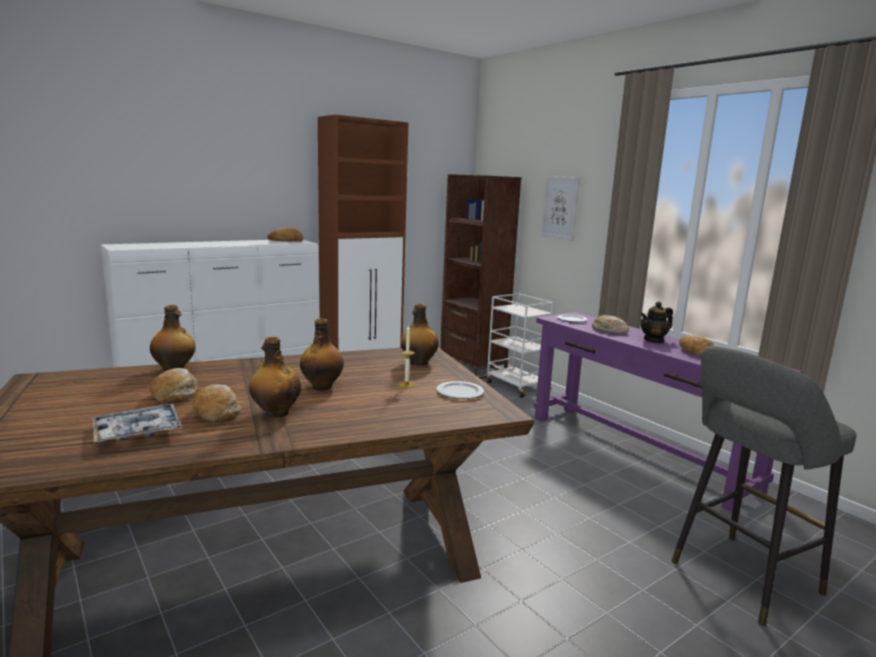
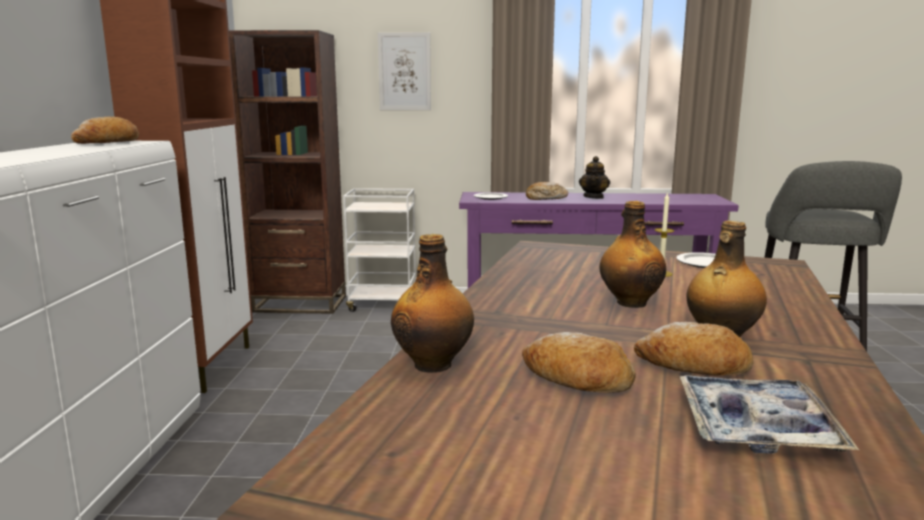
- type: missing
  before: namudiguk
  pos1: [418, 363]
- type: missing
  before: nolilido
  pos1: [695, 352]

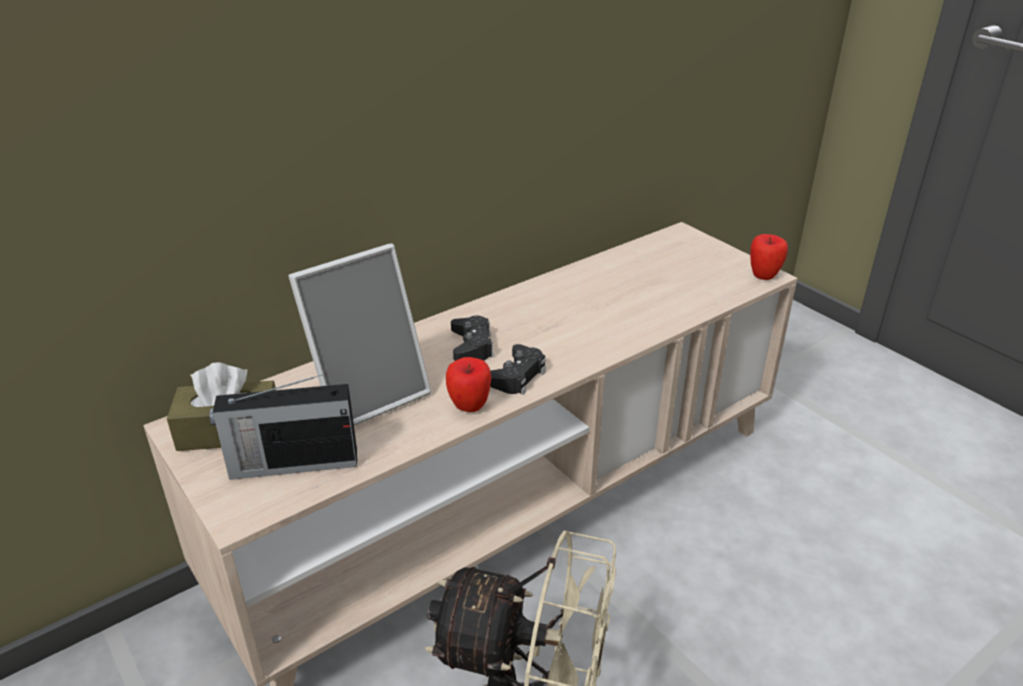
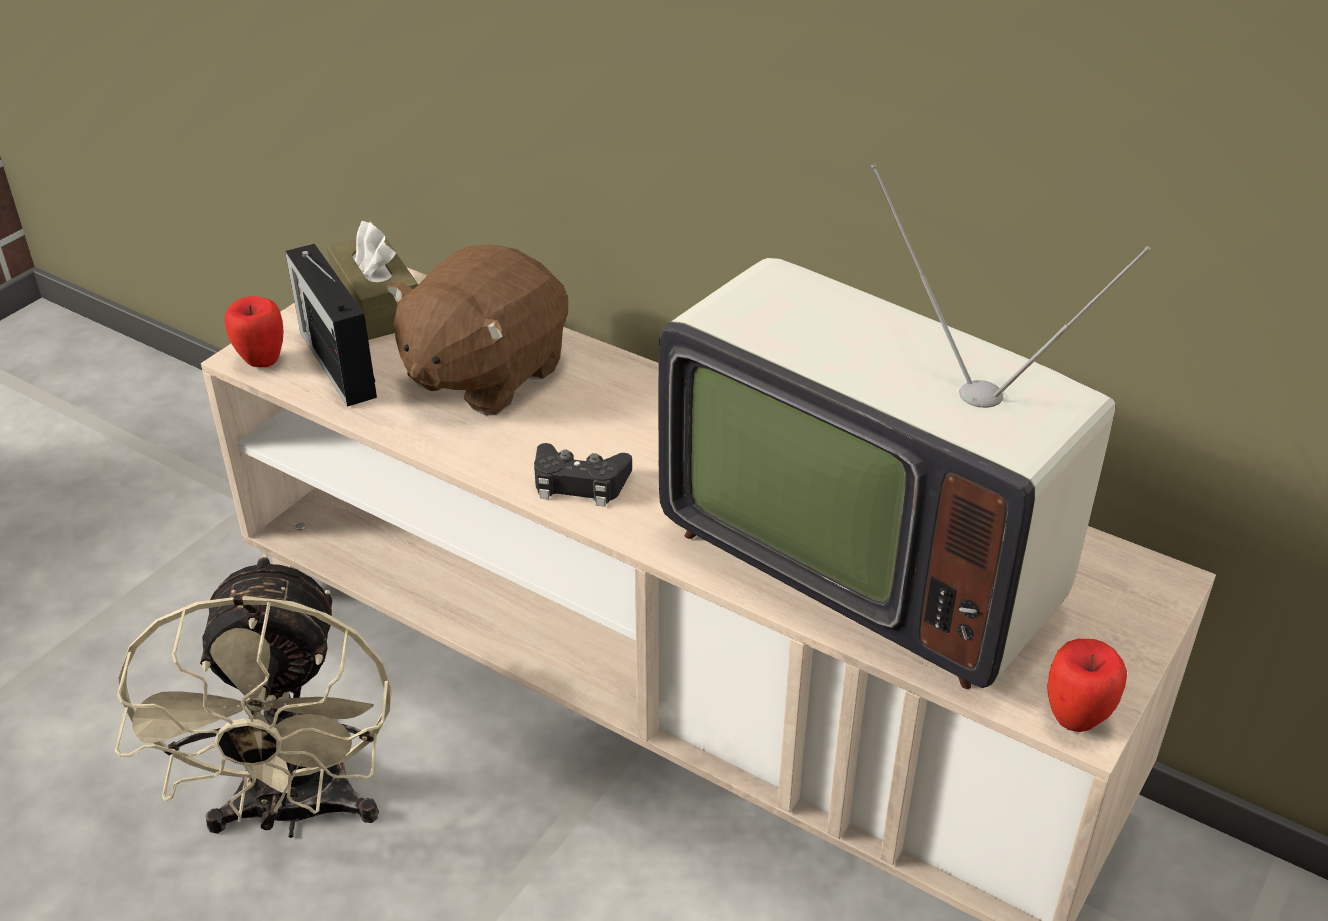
- type: relocated
  before: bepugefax
  pos1: [469, 407]
  pos2: [261, 361]
- type: exchanged
  before: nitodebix
  after: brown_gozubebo
  pos1: [368, 394]
  pos2: [483, 374]
- type: appeared
  after: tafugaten
  pos2: [863, 555]
- type: missing
  before: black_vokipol
  pos1: [472, 346]

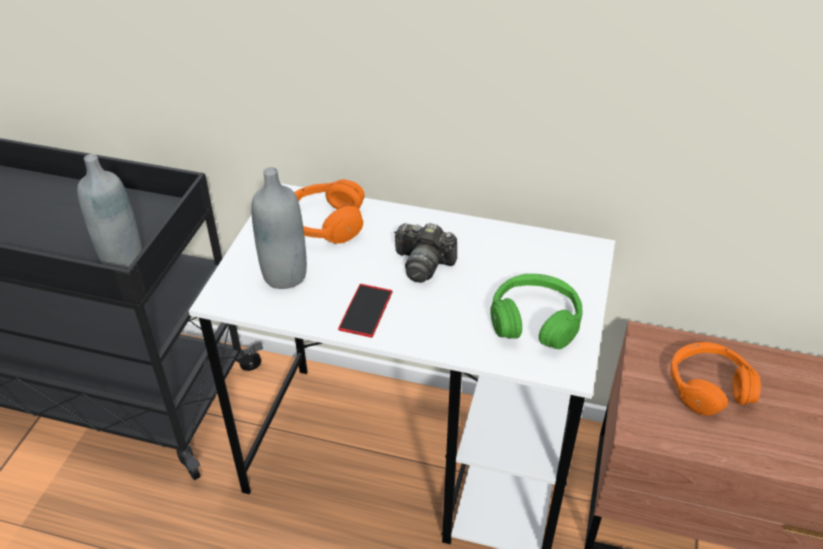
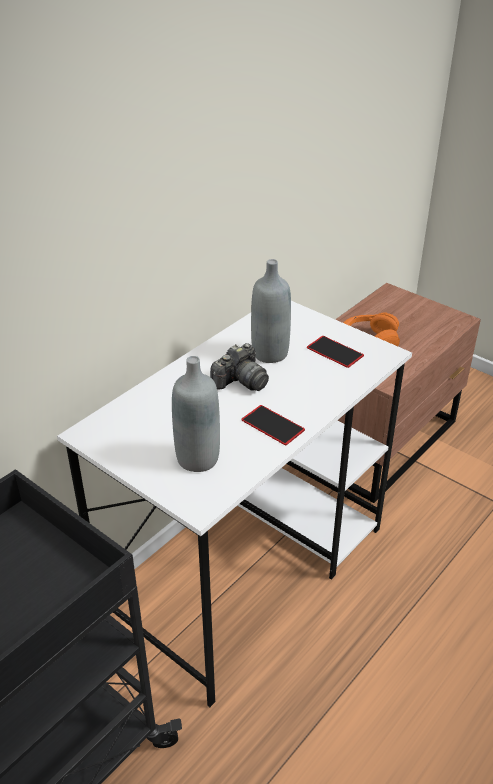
- type: relocated
  before: grey_namudiguk
  pos1: [121, 256]
  pos2: [270, 353]
- type: exchanged
  before: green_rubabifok
  after: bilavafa
  pos1: [535, 321]
  pos2: [335, 352]
- type: missing
  before: orange_rubabifok
  pos1: [324, 223]

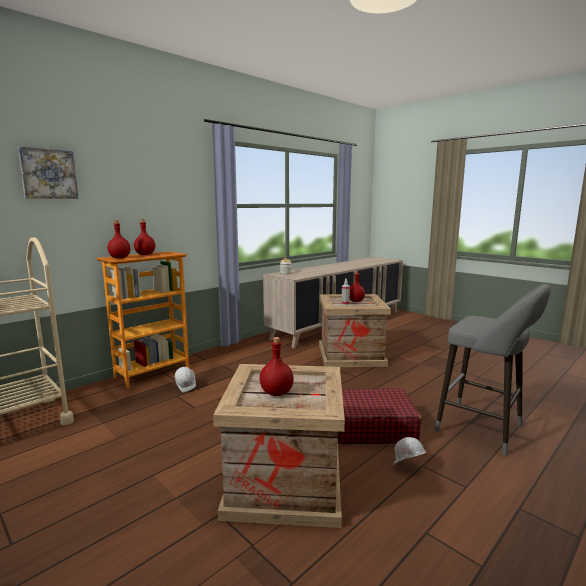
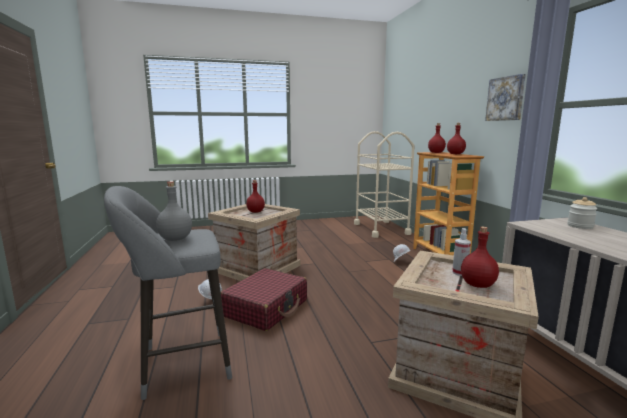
- type: appeared
  after: grey_namudiguk
  pos2: [175, 239]
- type: relocated
  before: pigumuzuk
  pos1: [48, 174]
  pos2: [506, 99]

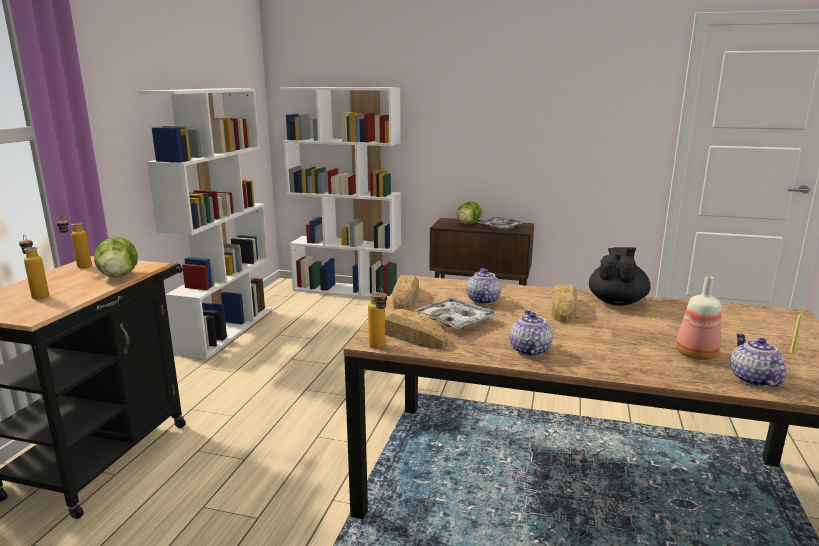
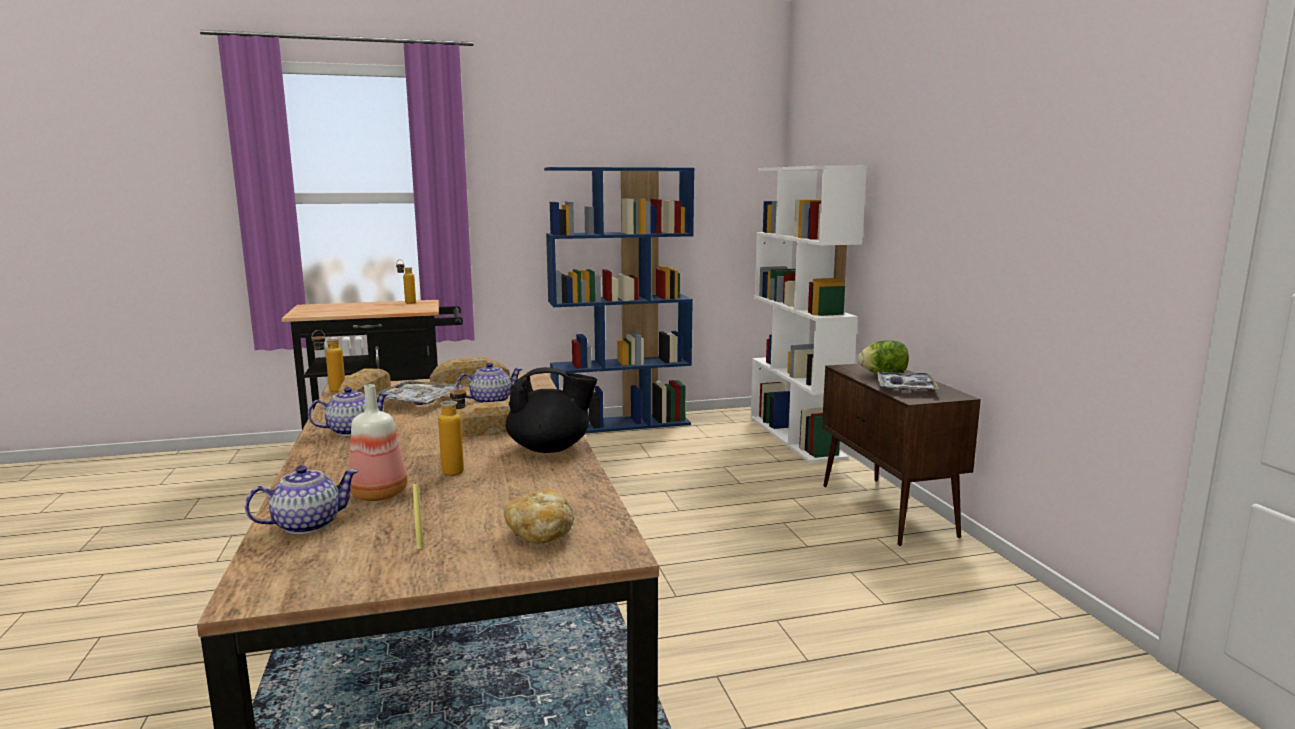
- type: relocated
  before: namudiguk
  pos1: [38, 295]
  pos2: [457, 469]
- type: appeared
  after: nolilido
  pos2: [540, 533]
- type: colour
  before: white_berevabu
  after: blue_berevabu
  pos1: [226, 329]
  pos2: [621, 424]
- type: missing
  before: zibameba
  pos1: [119, 276]

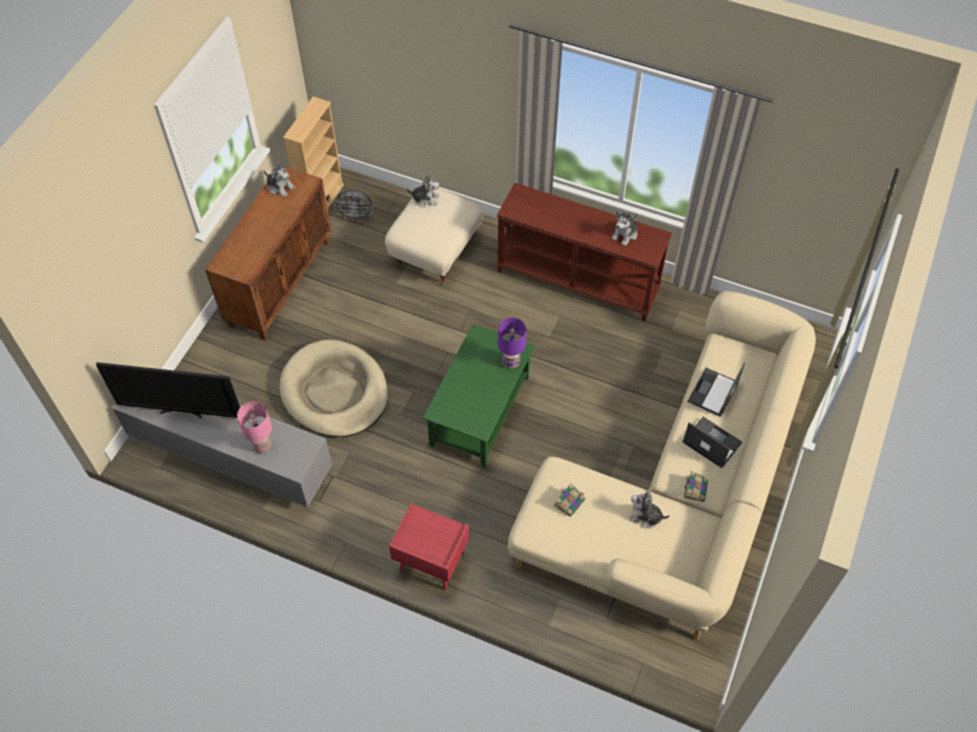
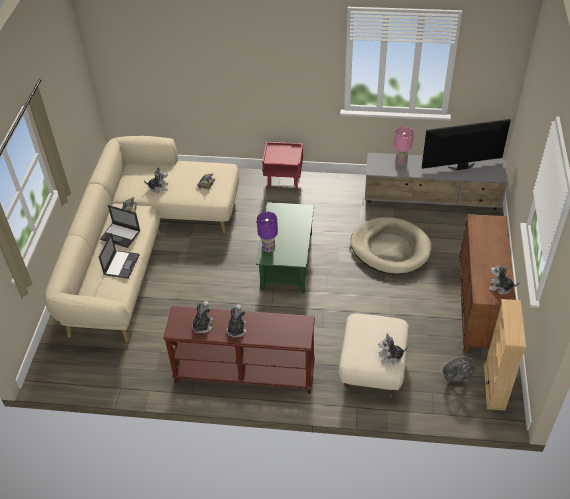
- type: appeared
  after: gozubebo
  pos2: [236, 329]

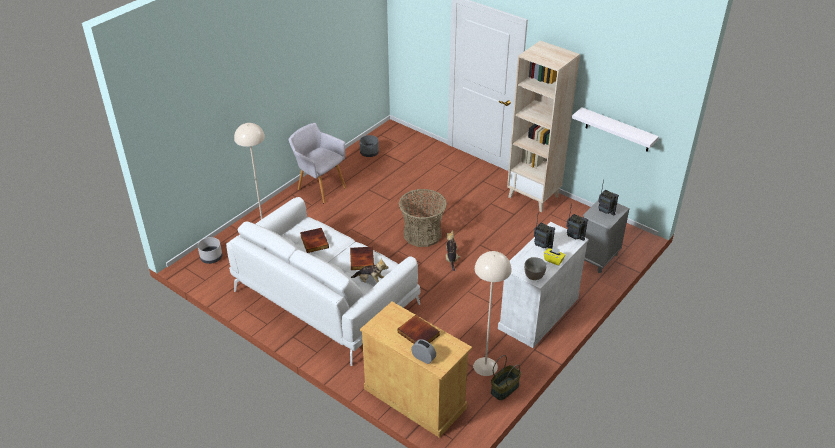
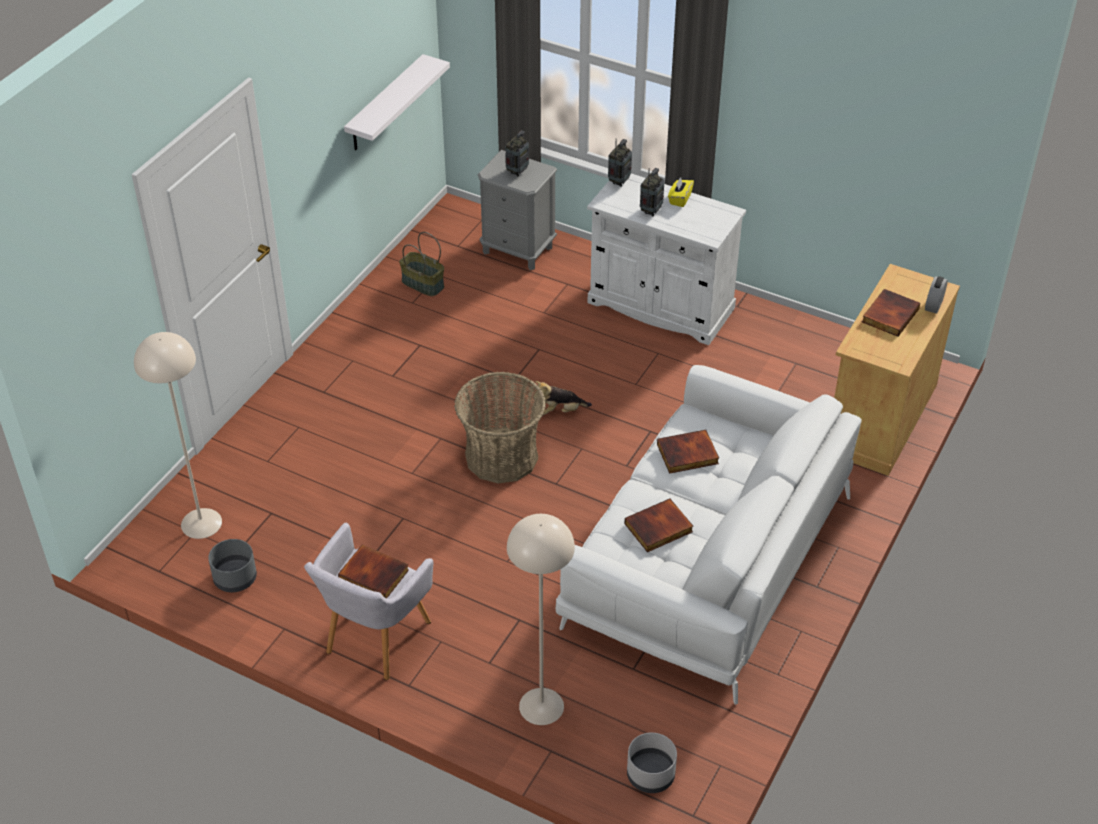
- type: relocated
  before: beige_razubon
  pos1: [485, 366]
  pos2: [201, 523]
- type: appeared
  after: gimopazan
  pos2: [375, 574]
- type: relocated
  before: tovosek
  pos1: [504, 388]
  pos2: [422, 284]
- type: missing
  before: gozubebo
  pos1: [370, 281]
- type: missing
  before: beige_berevabu
  pos1: [534, 196]
- type: missing
  before: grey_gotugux
  pos1: [534, 276]

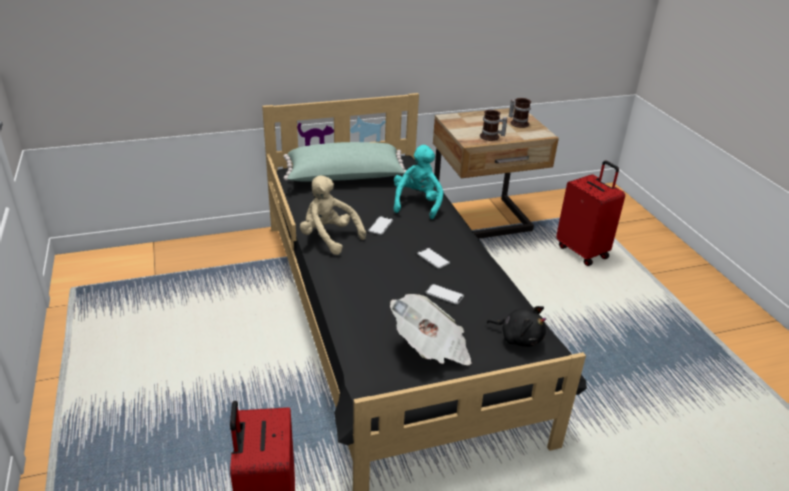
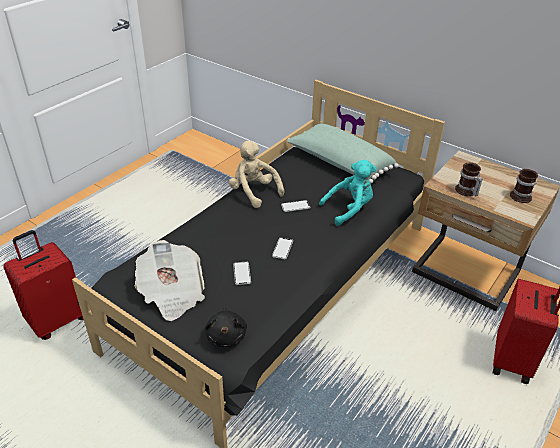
- type: spun
  before: beige_gozubebo
  pos1: [328, 237]
  pos2: [253, 192]
  turn: -45

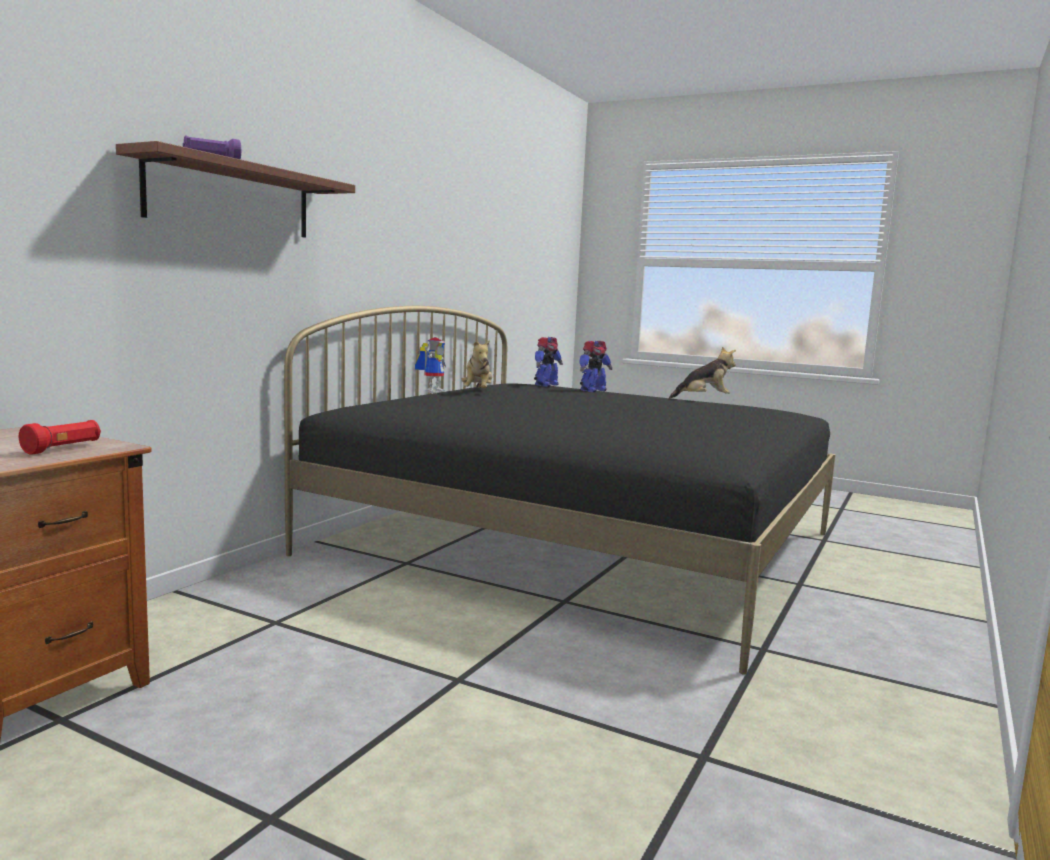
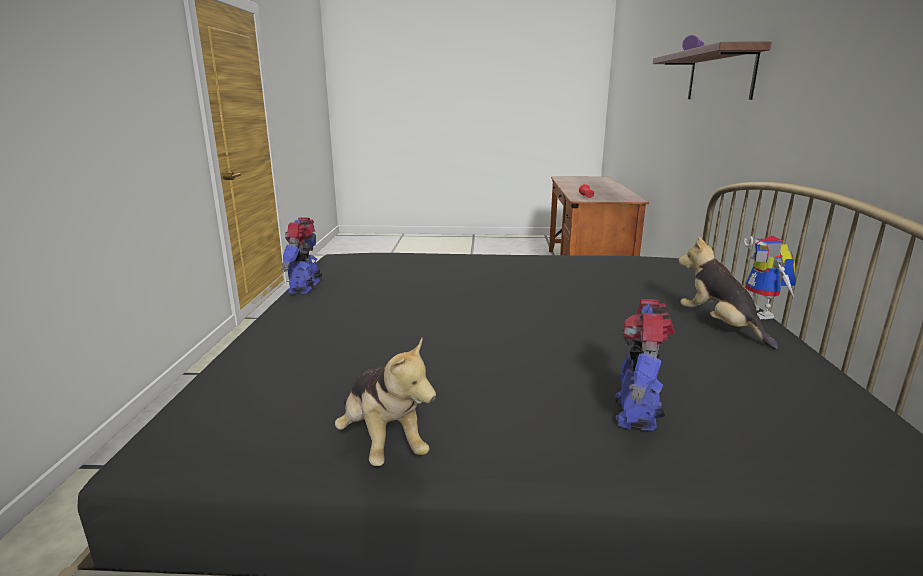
- type: relocated
  before: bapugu
  pos1: [545, 385]
  pos2: [306, 287]
- type: spun
  before: gozubebo
  pos1: [703, 399]
  pos2: [382, 443]
  turn: -90

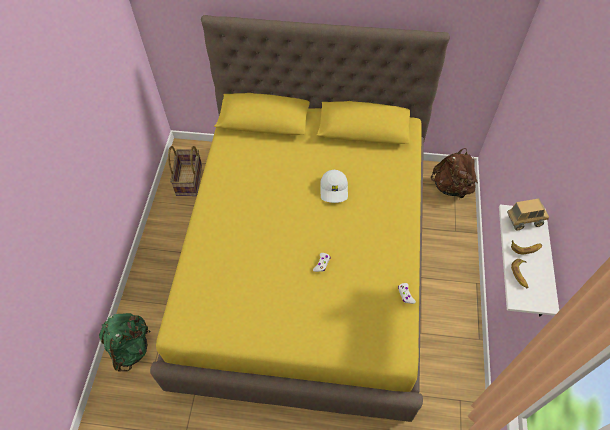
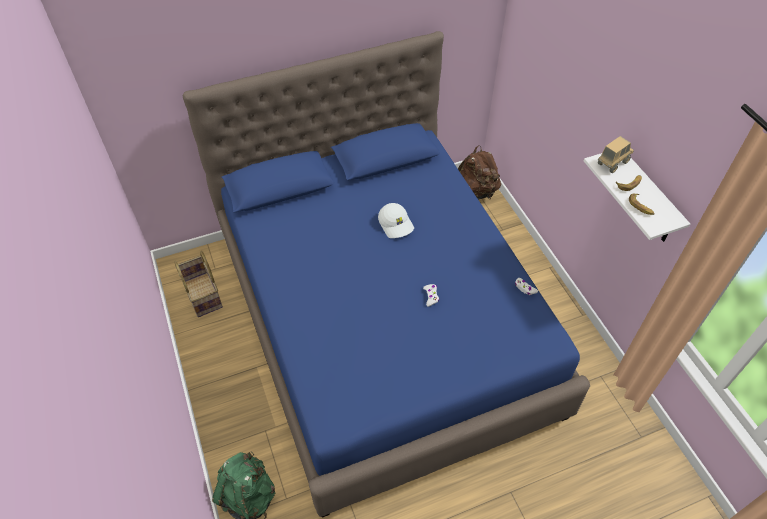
- type: colour
  before: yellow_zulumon
  after: blue_zulumon
  pos1: [306, 264]
  pos2: [383, 322]

